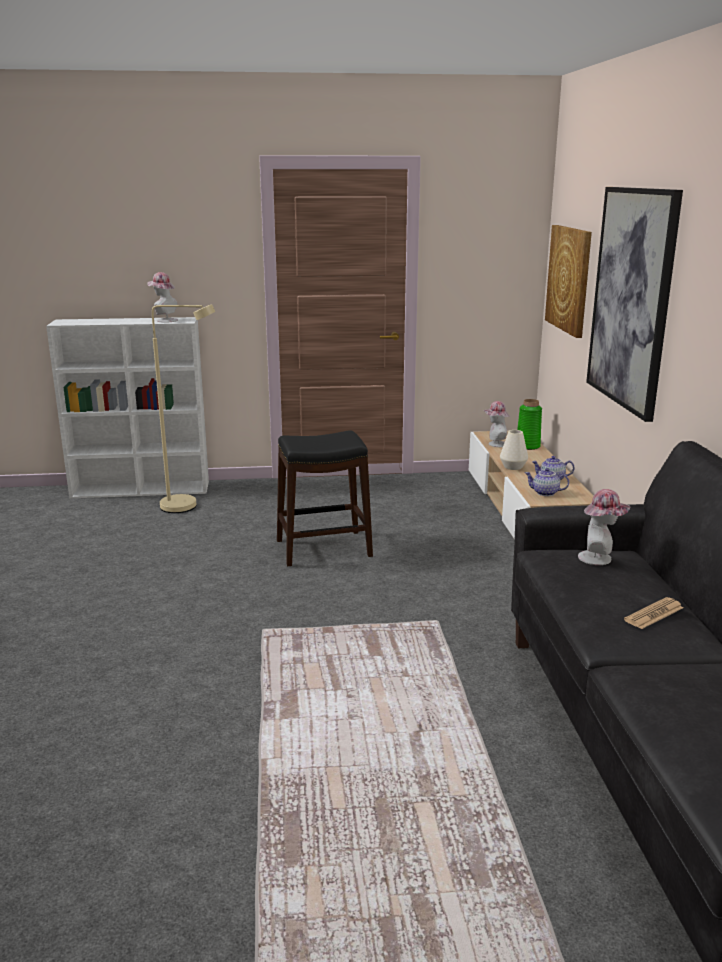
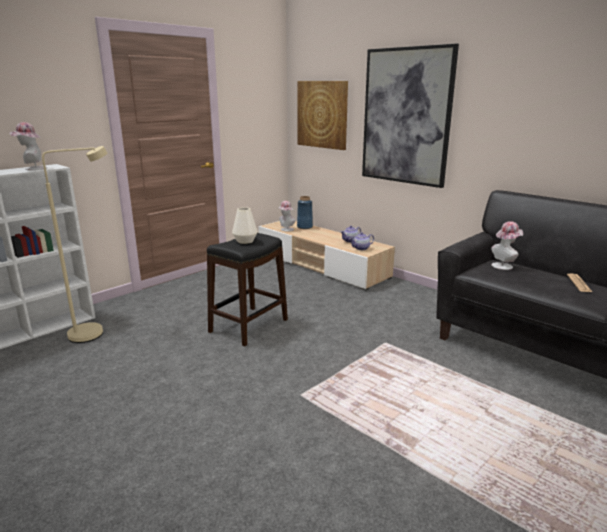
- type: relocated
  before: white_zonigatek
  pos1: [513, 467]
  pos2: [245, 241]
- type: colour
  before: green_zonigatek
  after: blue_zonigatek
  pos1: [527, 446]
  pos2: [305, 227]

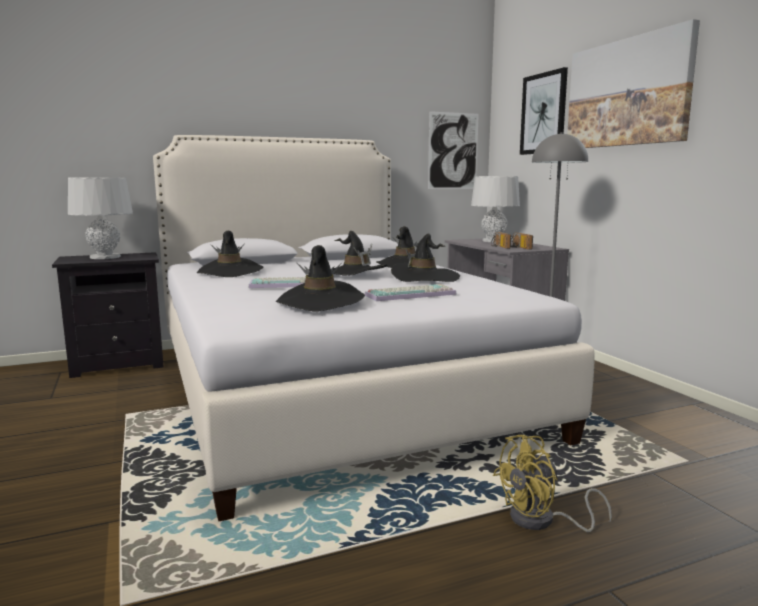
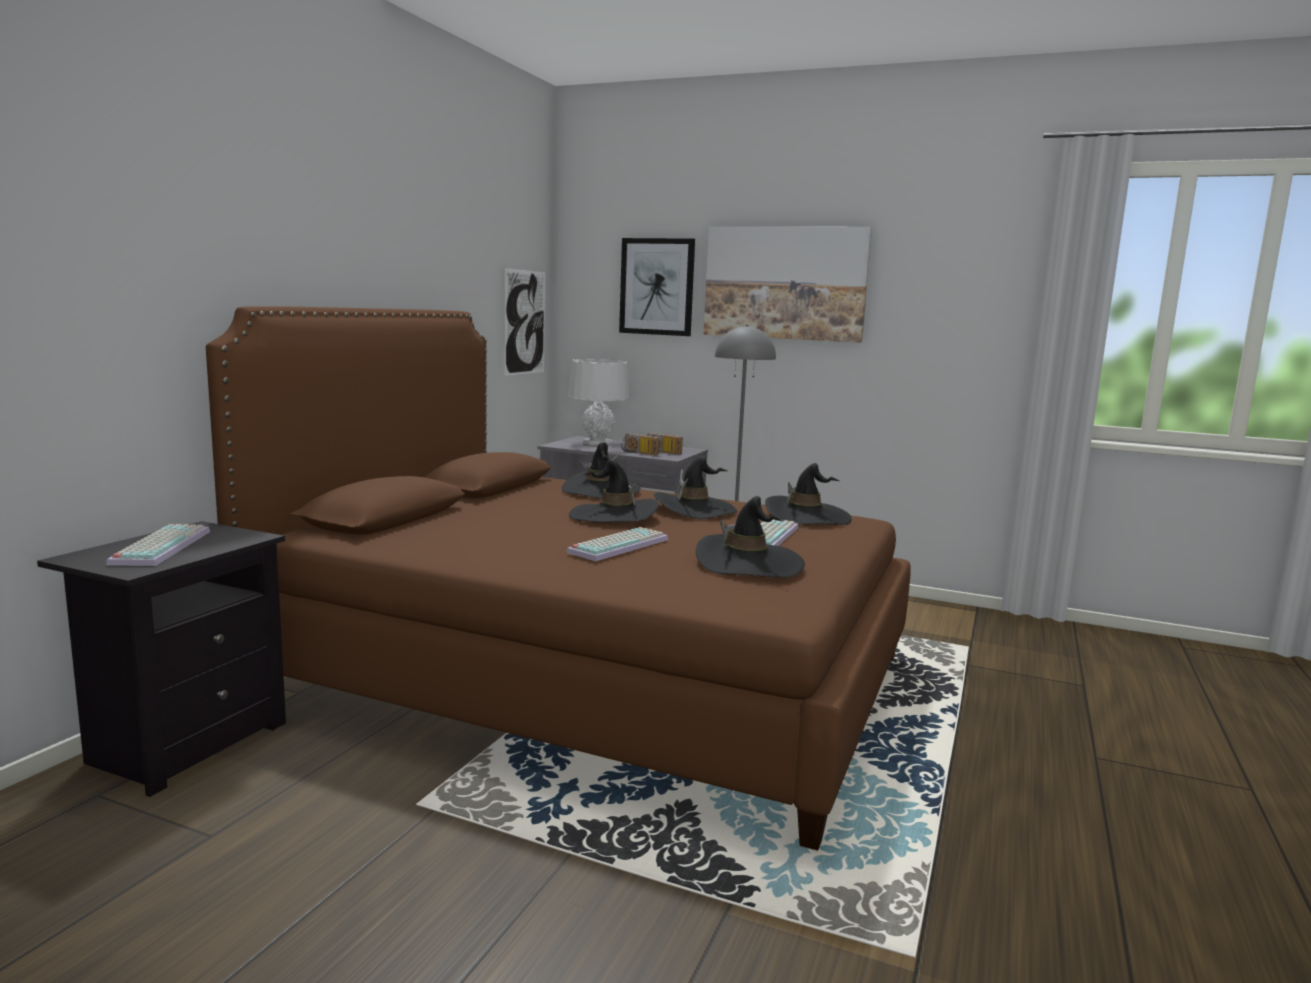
- type: exchanged
  before: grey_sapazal
  after: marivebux
  pos1: [105, 257]
  pos2: [160, 546]
- type: colour
  before: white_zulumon
  after: brown_zulumon
  pos1: [332, 388]
  pos2: [591, 675]
- type: relocated
  before: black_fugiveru
  pos1: [230, 272]
  pos2: [807, 517]
- type: missing
  before: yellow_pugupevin
  pos1: [542, 521]

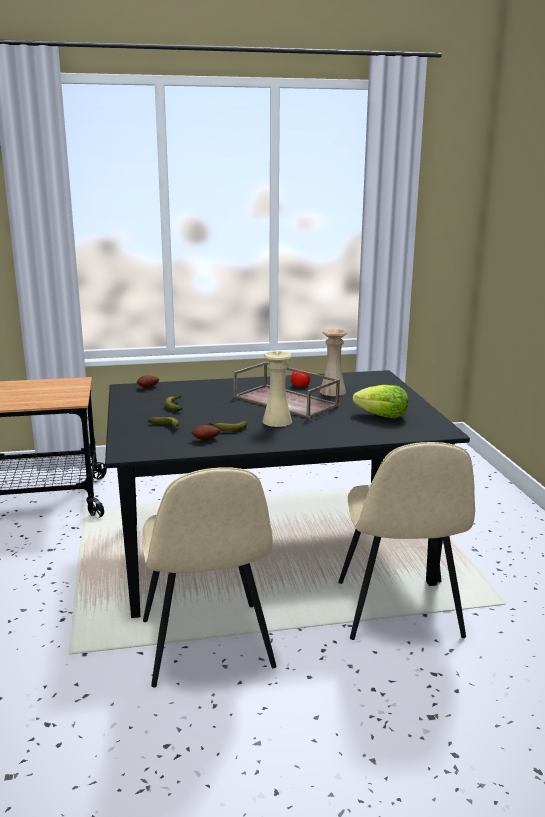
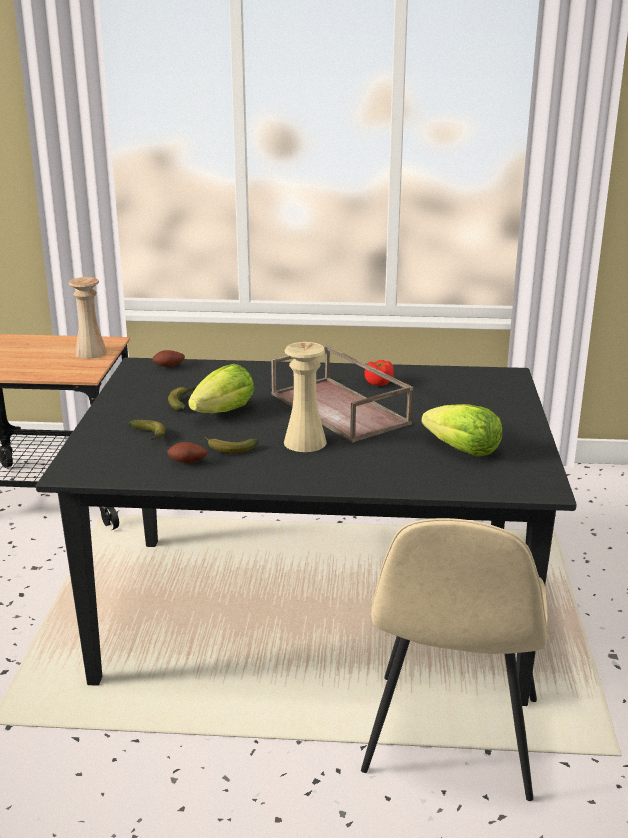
- type: relocated
  before: beige_zonigatek
  pos1: [332, 391]
  pos2: [91, 353]
- type: appeared
  after: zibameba
  pos2: [224, 412]
- type: missing
  before: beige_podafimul
  pos1: [206, 646]

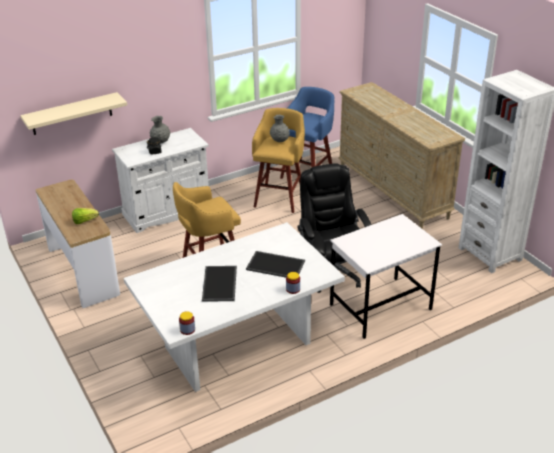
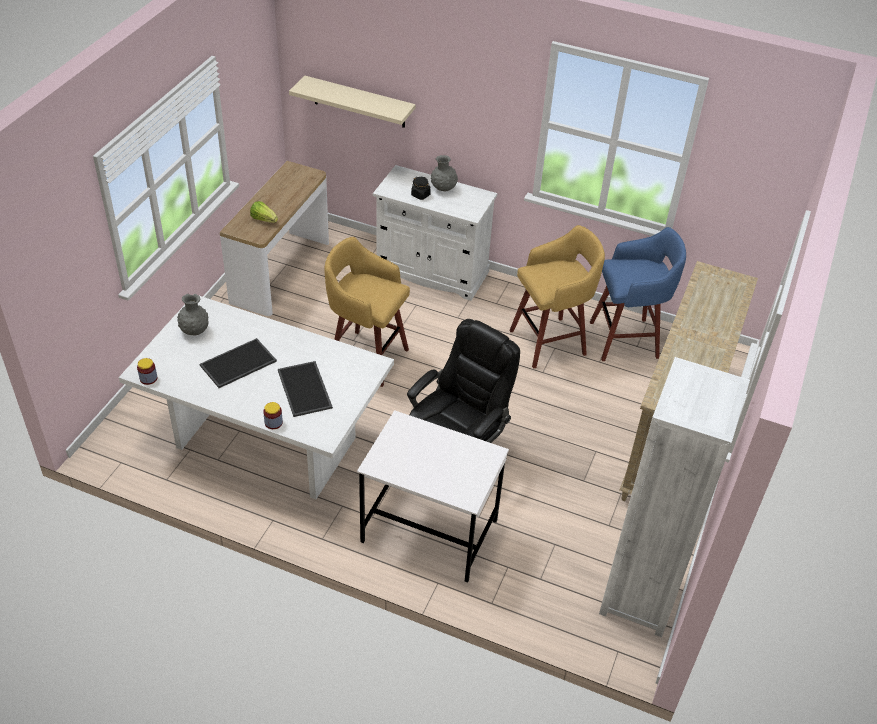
- type: relocated
  before: grey_zonigatek
  pos1: [279, 141]
  pos2: [194, 331]

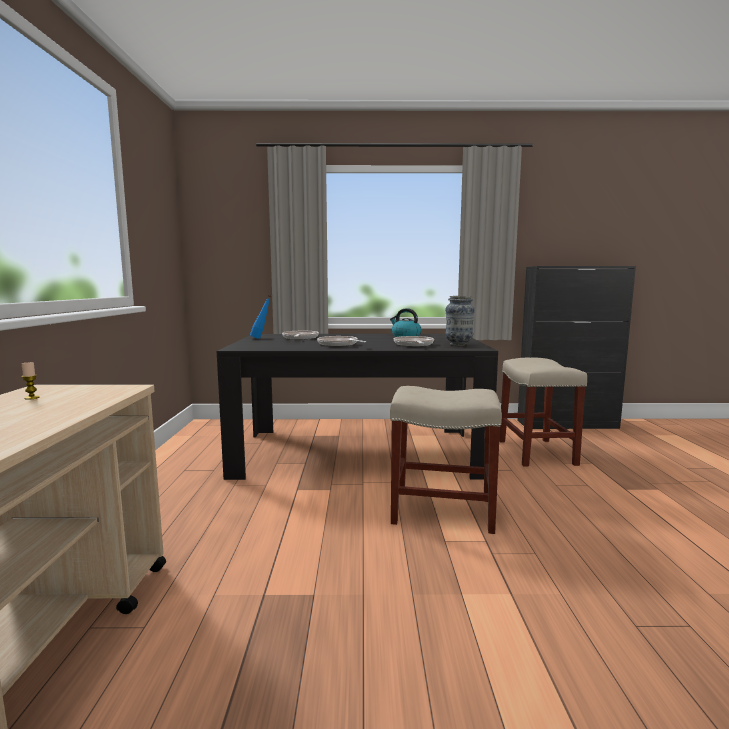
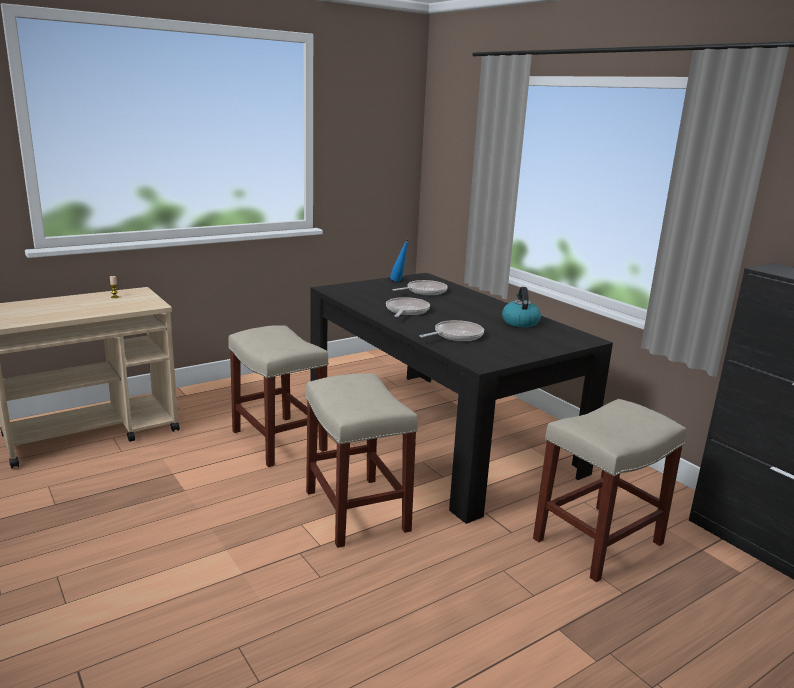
- type: appeared
  after: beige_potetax
  pos2: [277, 440]
- type: missing
  before: zonigatek
  pos1: [458, 345]

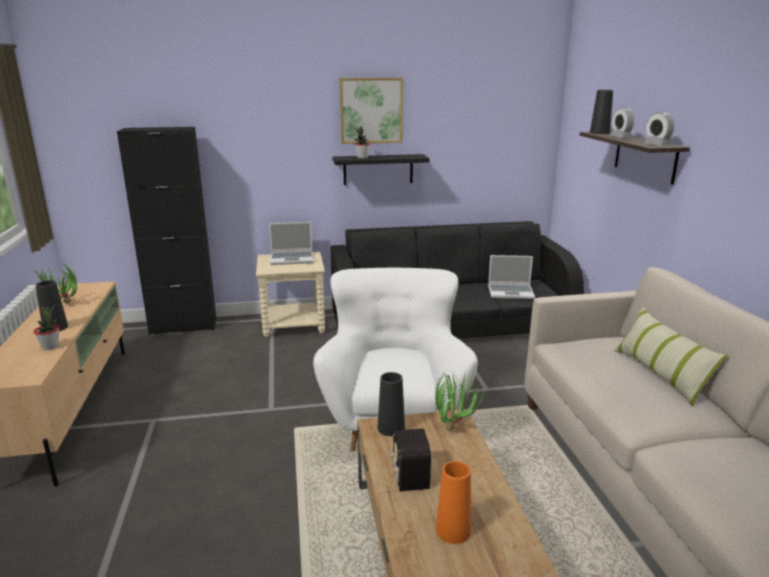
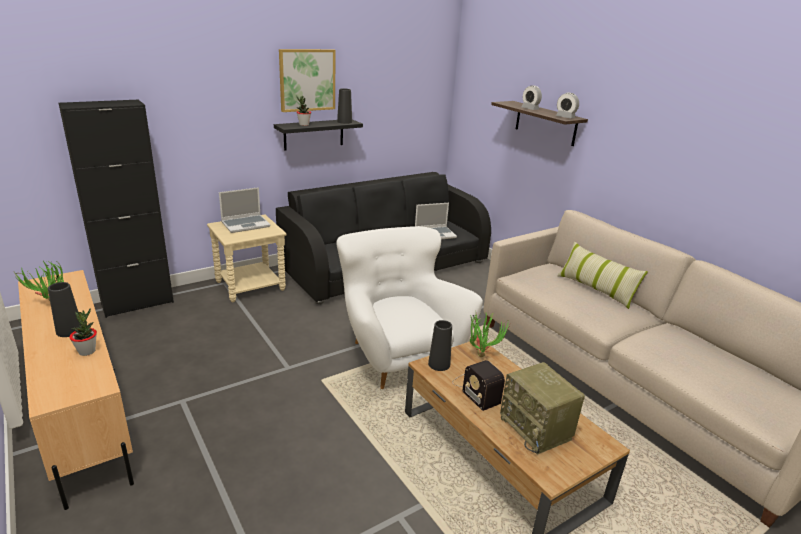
- type: relocated
  before: black_zonigatek
  pos1: [599, 133]
  pos2: [344, 122]
- type: exchanged
  before: orange_zonigatek
  after: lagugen
  pos1: [453, 530]
  pos2: [537, 429]

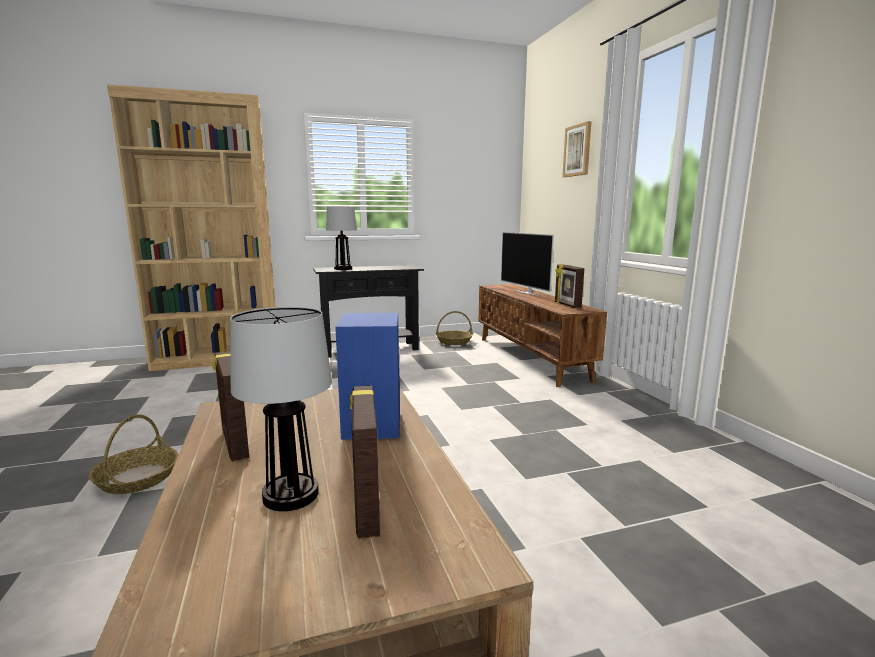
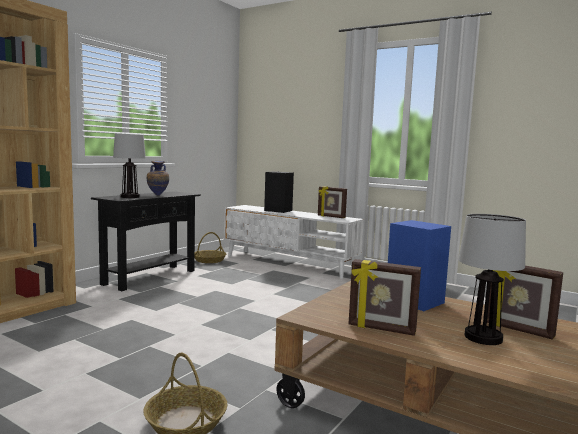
- type: appeared
  after: zonigatek
  pos2: [157, 195]
- type: colour
  before: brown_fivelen
  after: white_fivelen
  pos1: [530, 358]
  pos2: [289, 263]
- type: exchanged
  before: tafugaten
  after: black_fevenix
  pos1: [526, 293]
  pos2: [279, 210]
- type: missing
  before: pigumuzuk
  pos1: [577, 150]

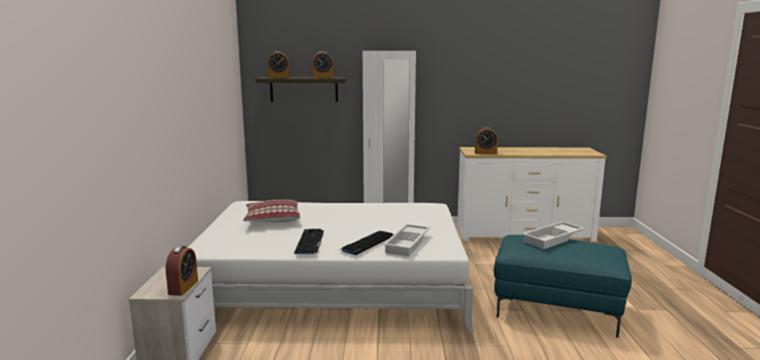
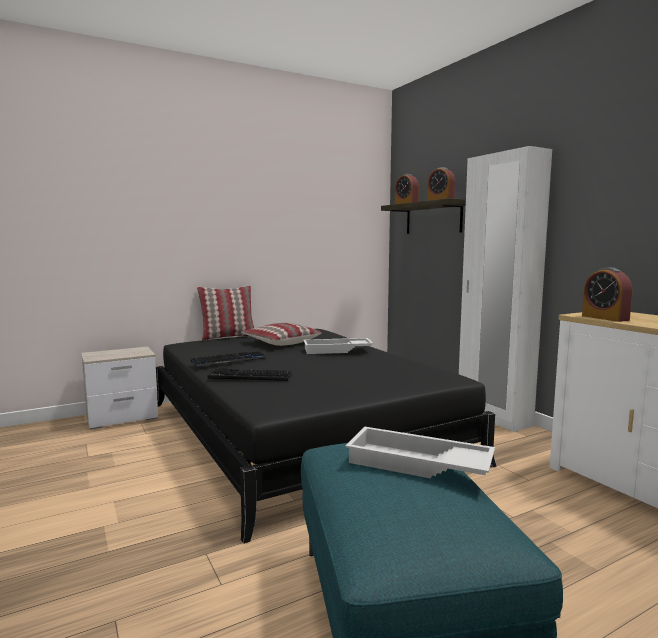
- type: colour
  before: white_zulumon
  after: black_zulumon
  pos1: [333, 283]
  pos2: [299, 431]
- type: appeared
  after: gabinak
  pos2: [228, 337]
- type: relocated
  before: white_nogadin
  pos1: [408, 244]
  pos2: [337, 350]
- type: missing
  before: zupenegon
  pos1: [183, 287]

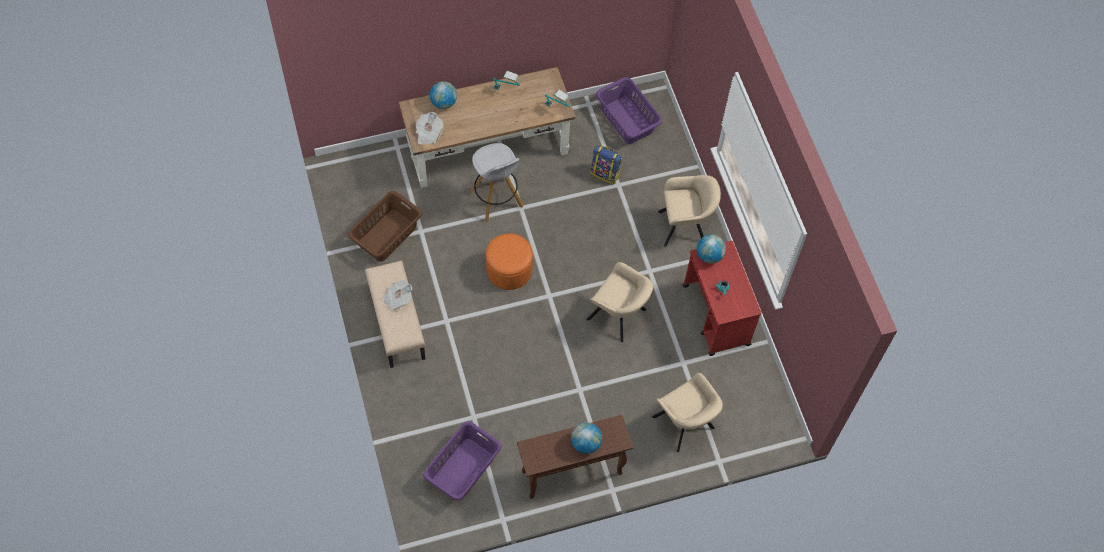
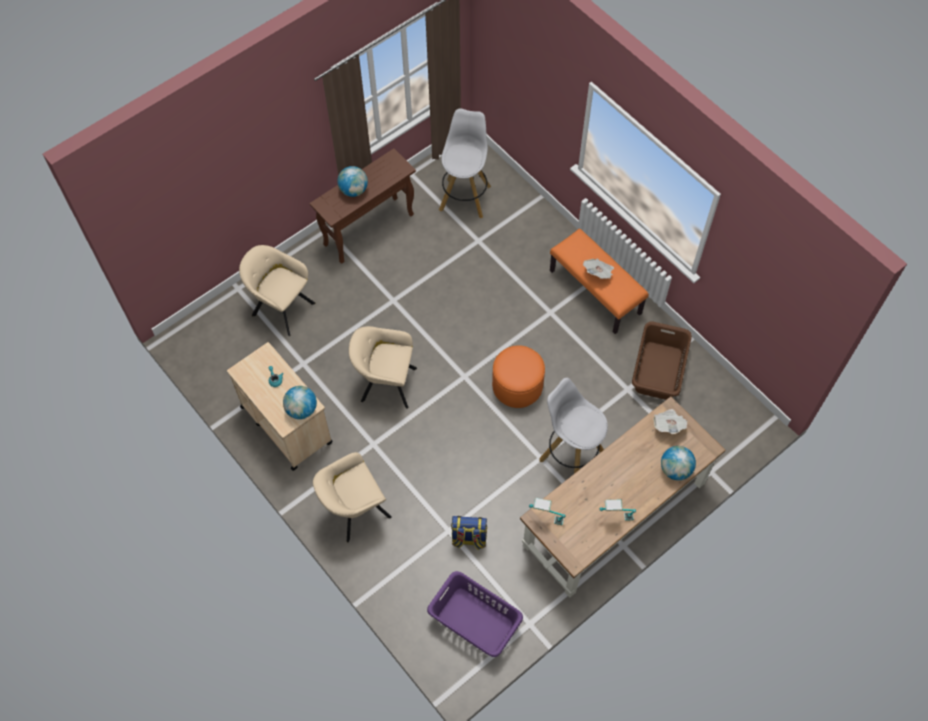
- type: colour
  before: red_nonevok
  after: beige_nonevok
  pos1: [716, 316]
  pos2: [286, 424]
- type: exchanged
  before: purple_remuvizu
  after: white_potetax
  pos1: [462, 469]
  pos2: [465, 197]
- type: colour
  before: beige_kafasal
  after: orange_kafasal
  pos1: [396, 323]
  pos2: [596, 292]

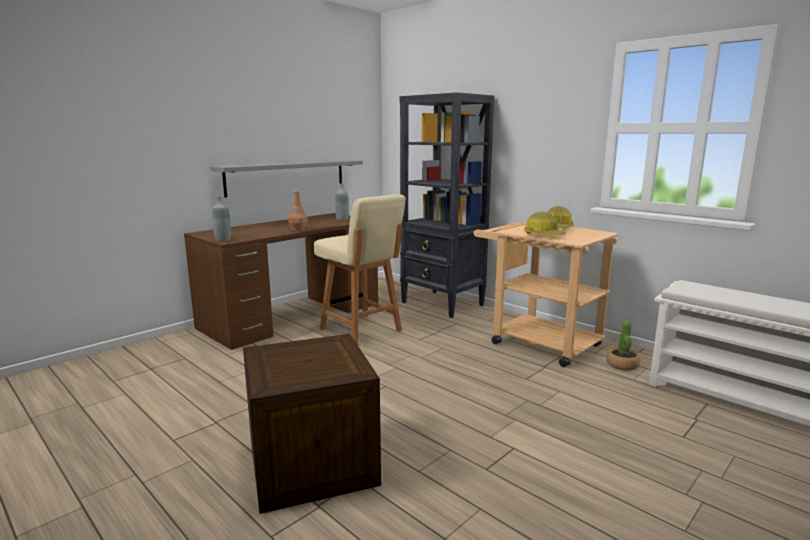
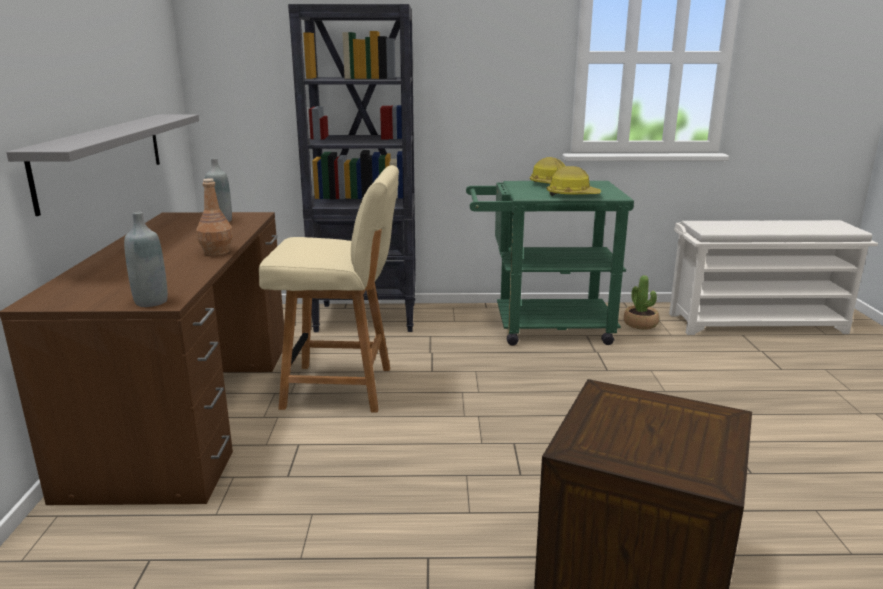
- type: colour
  before: beige_nonevok
  after: green_nonevok
  pos1: [537, 341]
  pos2: [541, 327]

